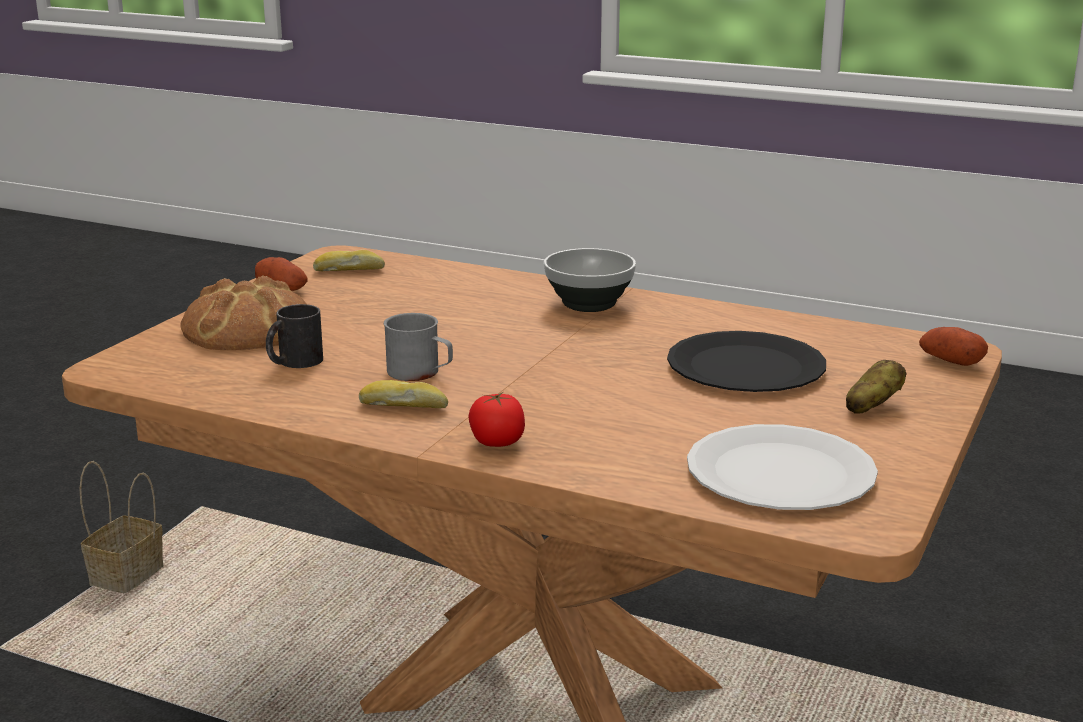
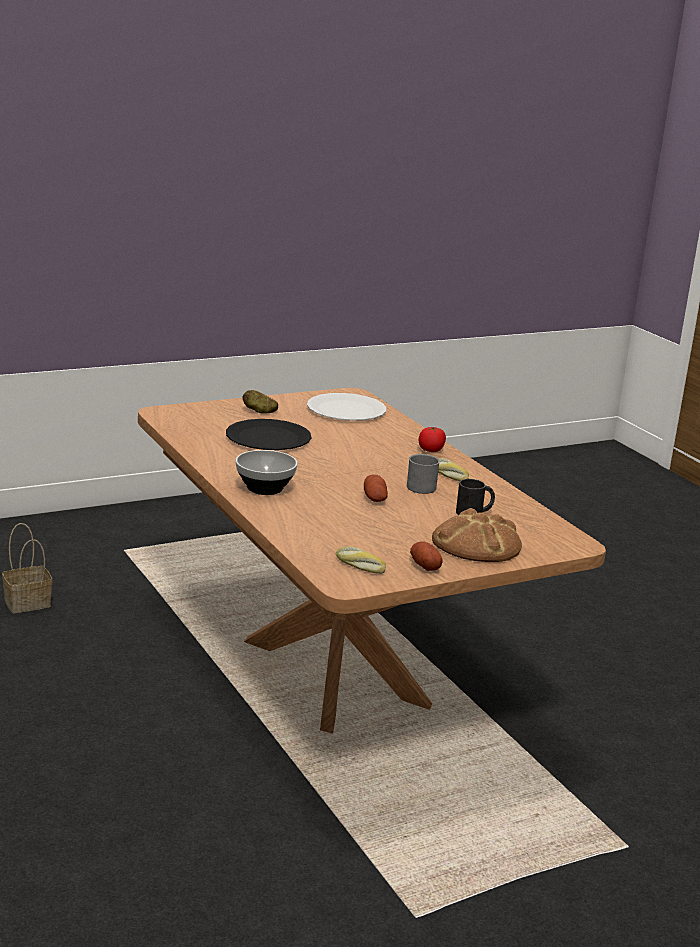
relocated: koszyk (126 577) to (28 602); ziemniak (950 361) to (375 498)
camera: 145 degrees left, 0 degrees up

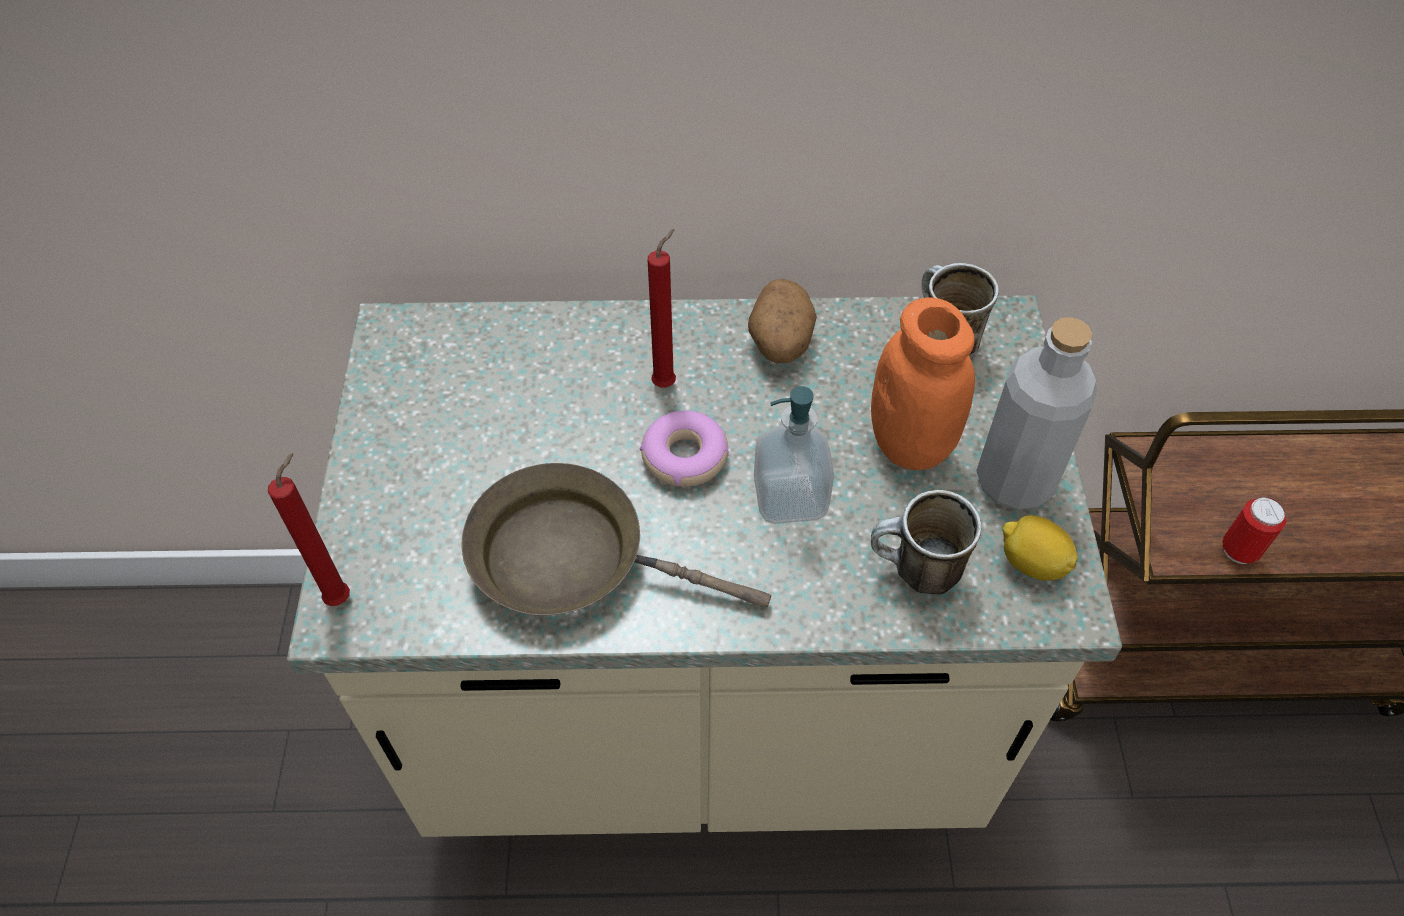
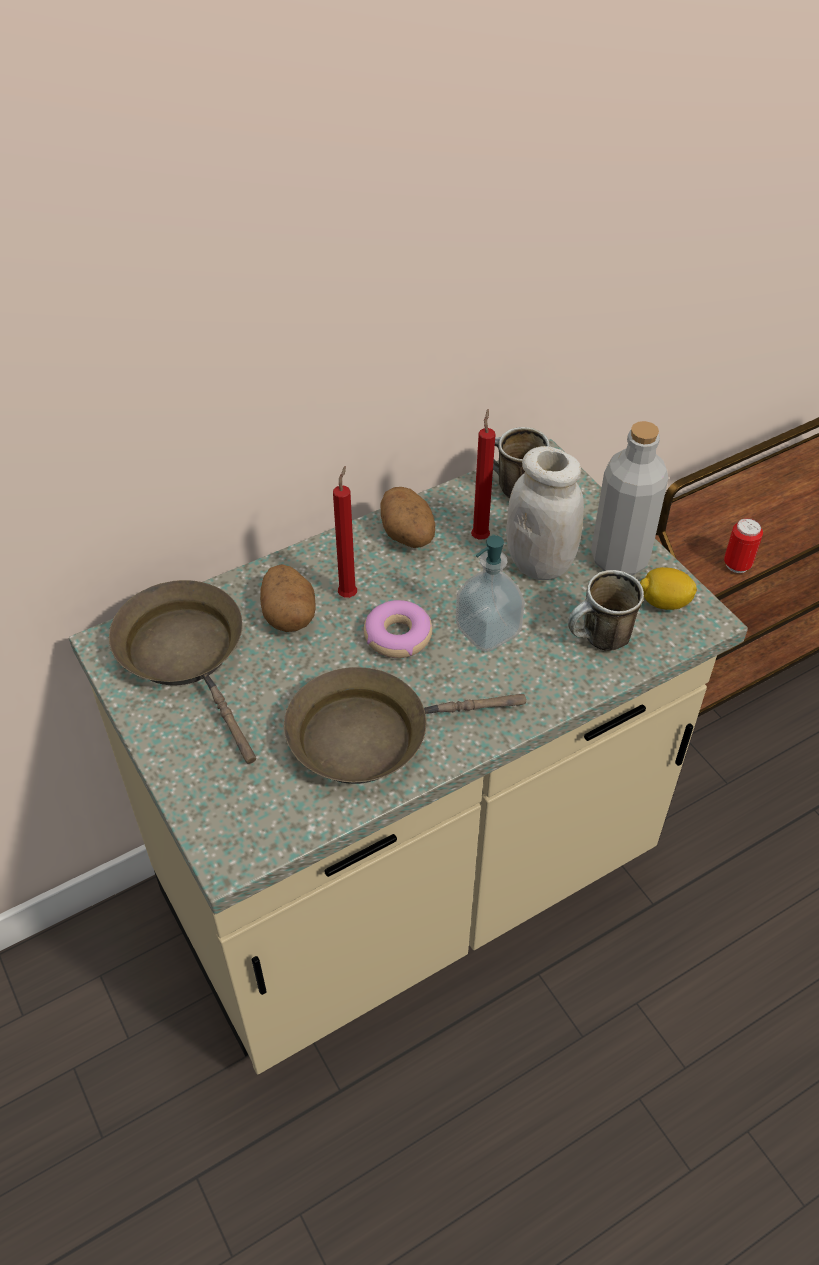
appeared: patelnia/brązowy (187 656); ziemniak (289 615)
relocated: świeca/czerwony (342 596) to (480 536)
colour: słoik/pomarańczowy (910 444) to słoik/biały (539 563)
camera: 30 degrees left, 5 degrees down

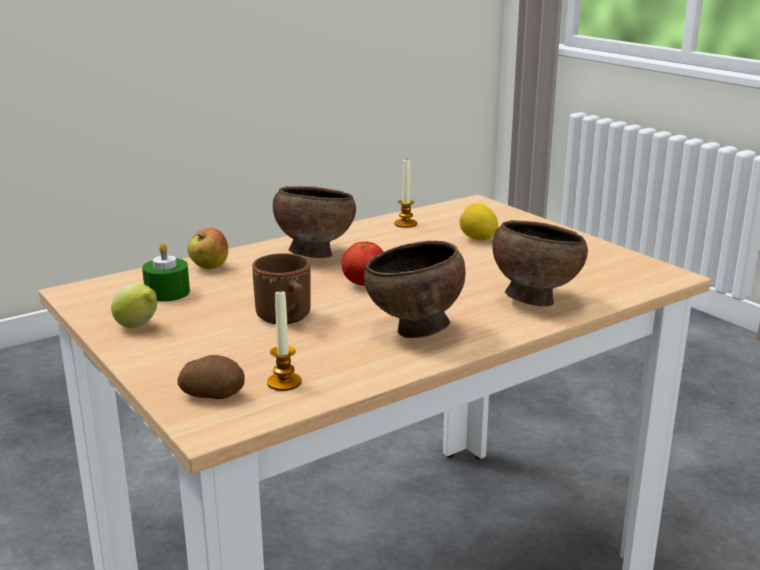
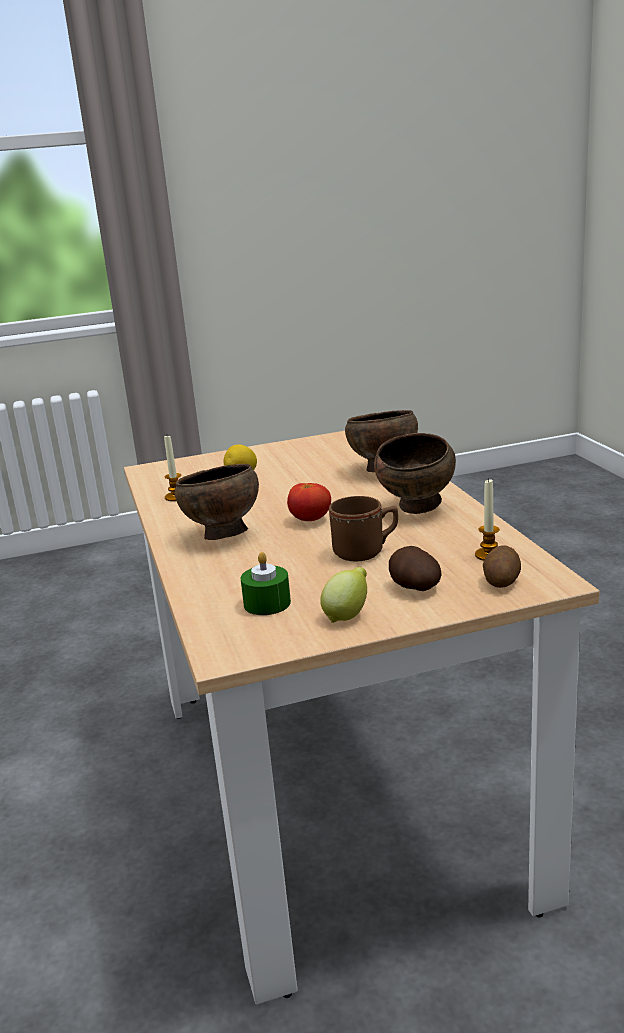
missing: jabłko (209 267)
appeared: ziemniak (413 587)
camera: 70 degrees left, 0 degrees up

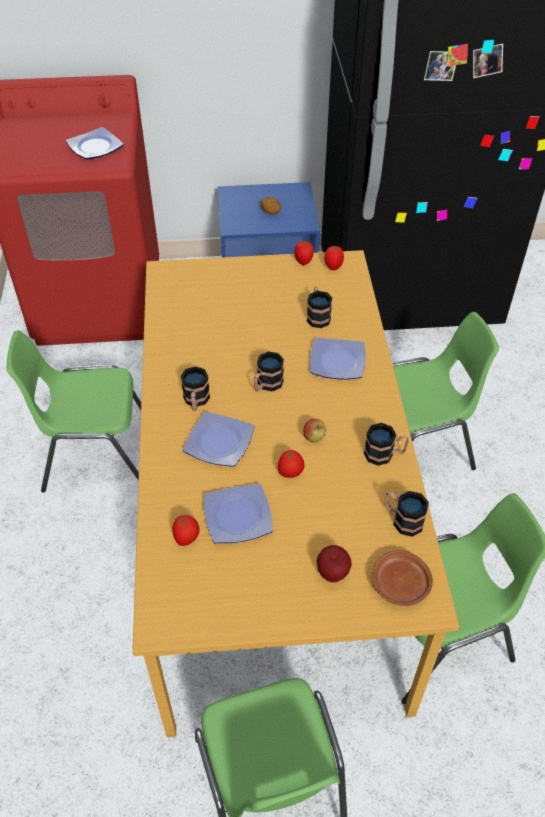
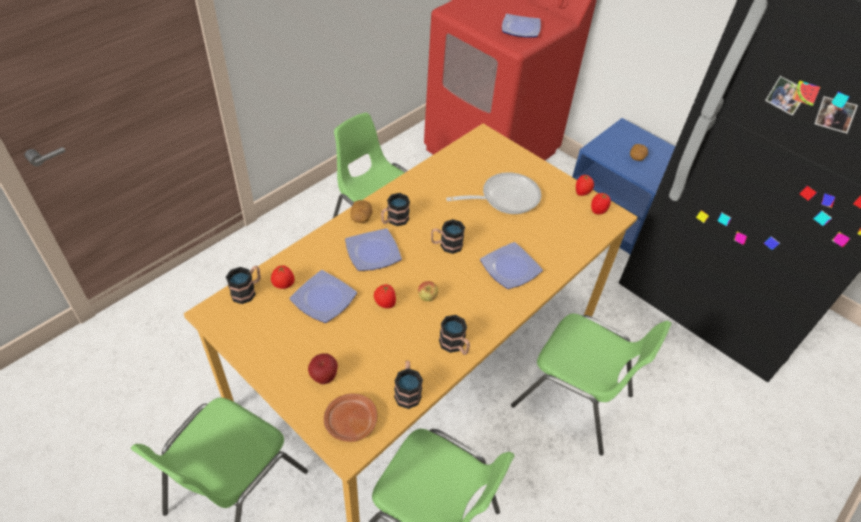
appeared: ziemniak (361 217); patelnia (504 198)
relocated: kubek (317 316) to (247 291)
camera: 45 degrees right, 0 degrees up

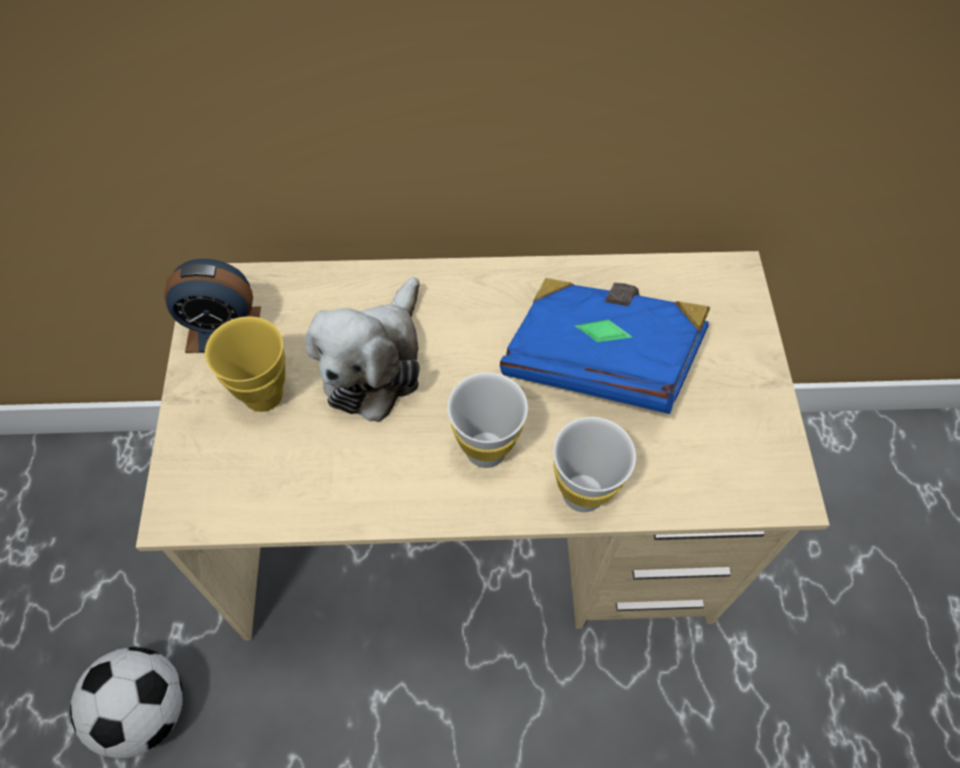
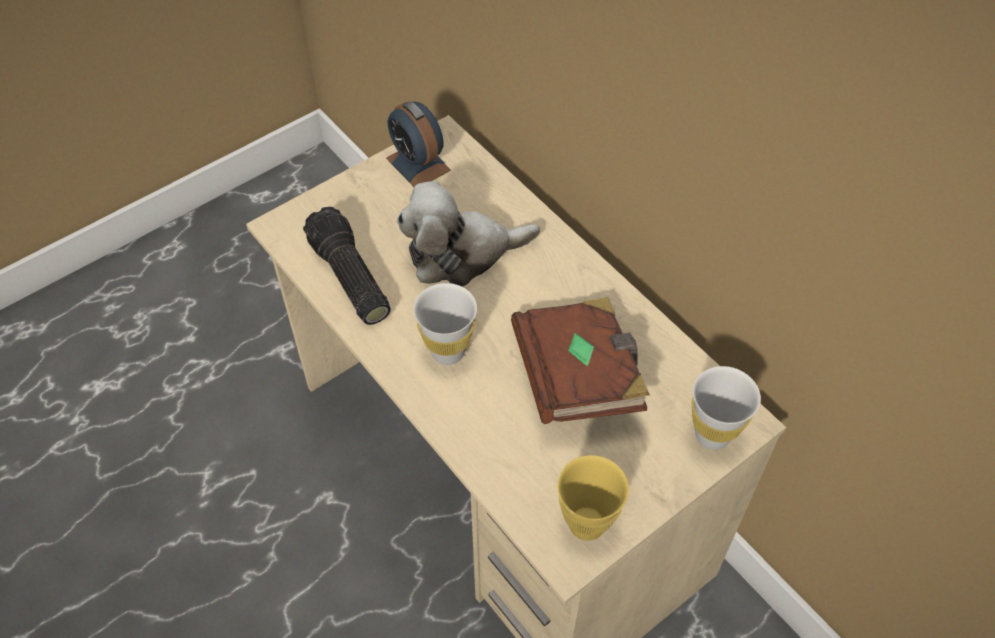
missing: piłka futbolowa (145 710)
appeared: latarka (348 278)
relocated: filiżanka/żółty (263 395) to (586 524); filiżanka/biały (582 493) to (712 435)
colour: książka/niebieski (599 361) to książka/brązowy (578 376)
camera: 55 degrees right, 5 degrees down

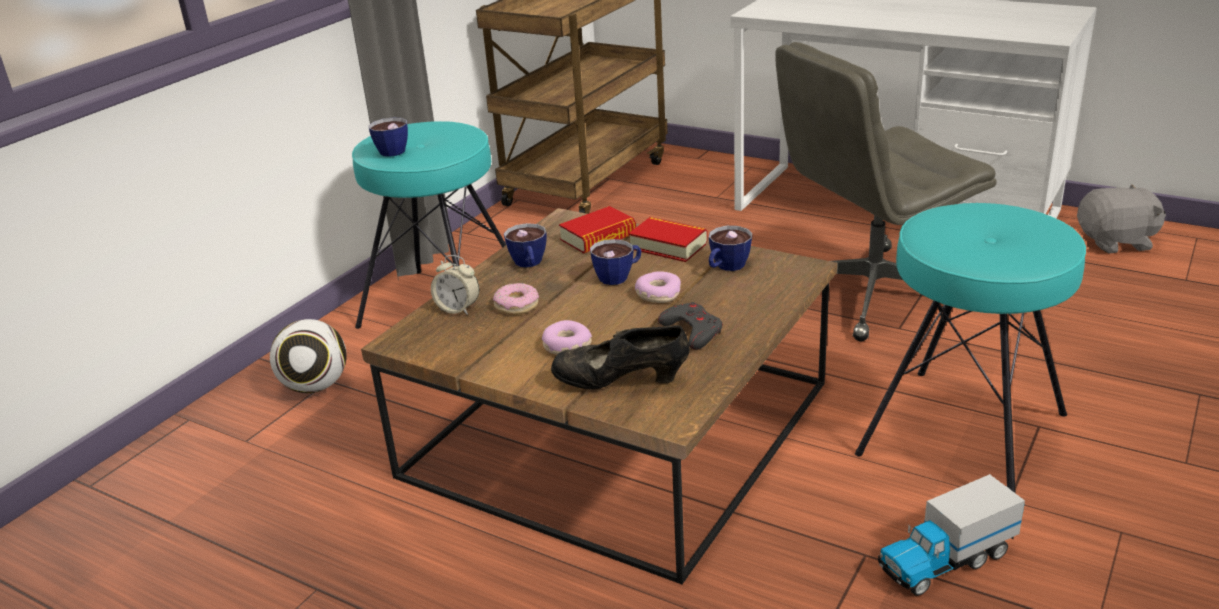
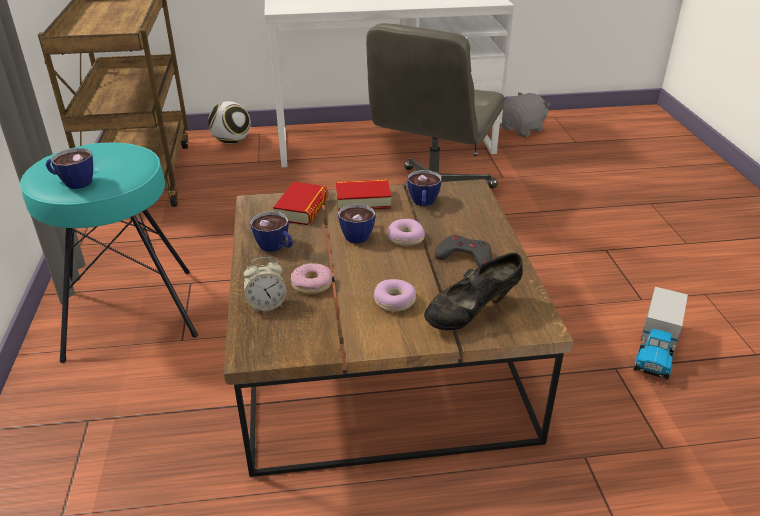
missing: stołek/turkusowy (964 434)
relocated: piłka futbolowa (316 386) to (232 141)
camera: 40 degrees left, 5 degrees up

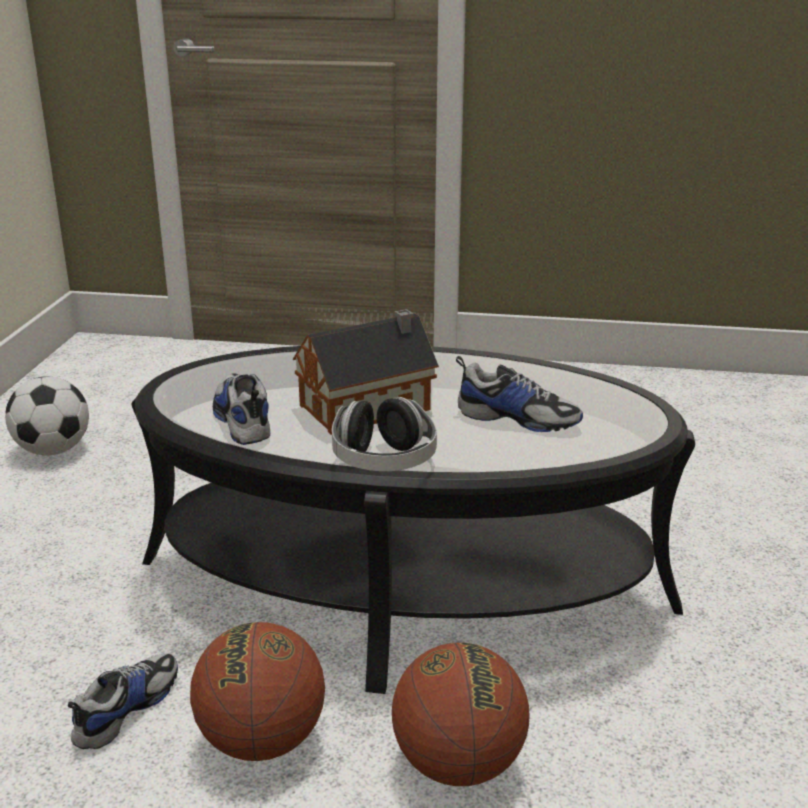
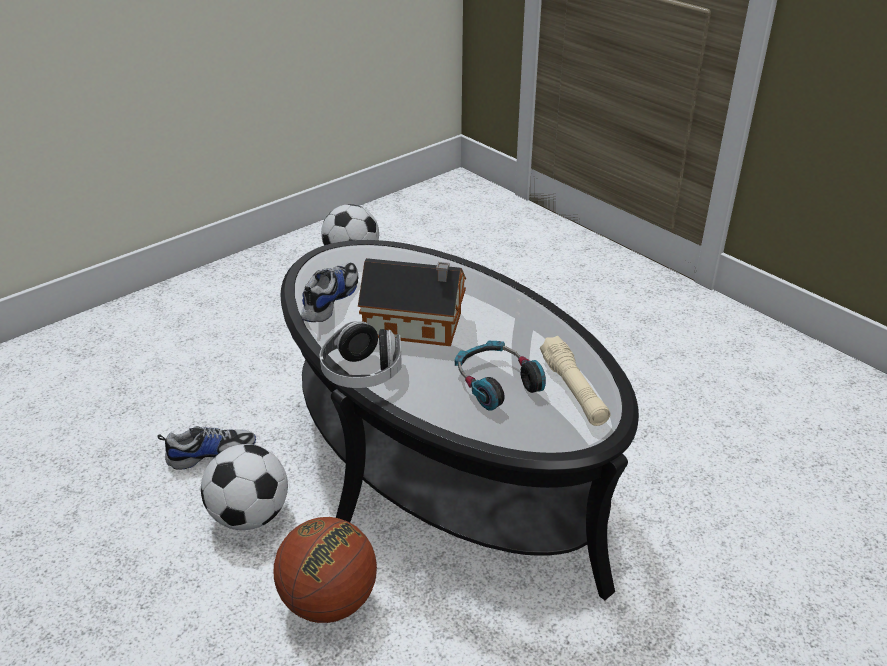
appeared: latarka/beżowy (573 390)
exchanged: piłka do koszykówki (262 740) to piłka futbolowa (250 516); but (517 419) to słuchawki (496 382)
camera: 40 degrees right, 10 degrees up

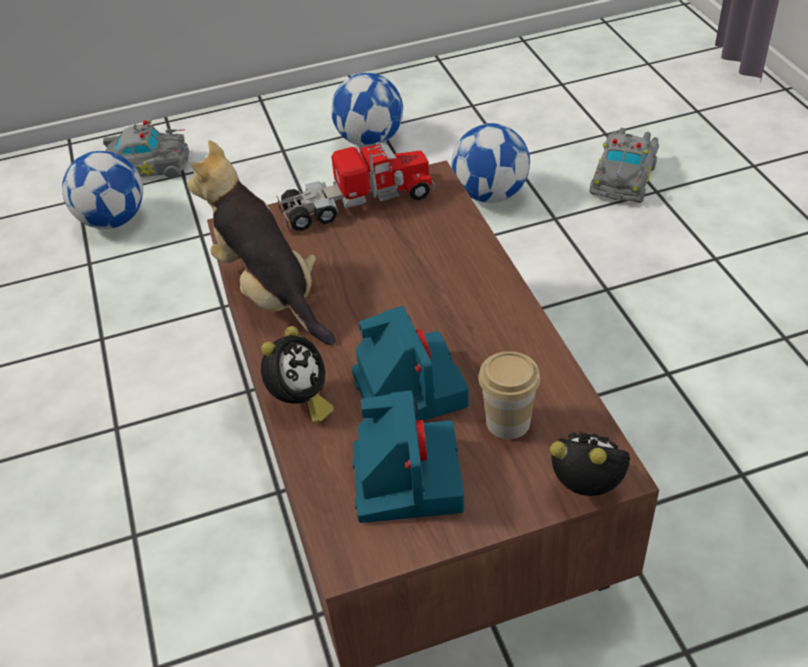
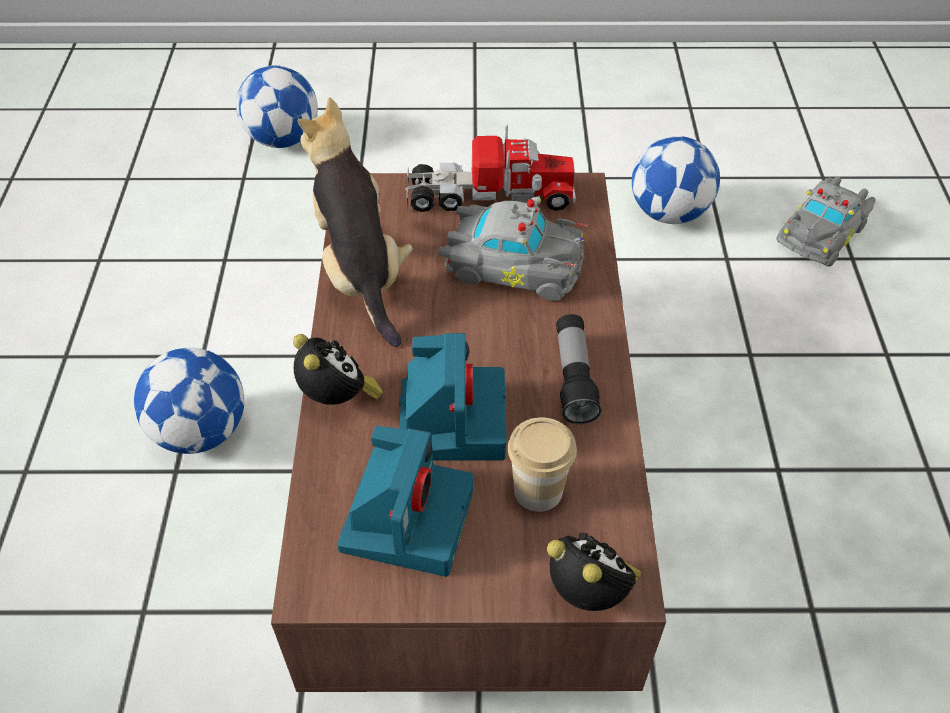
appeared: latarka (574 378)
relocated: samochodzik/szary (146 166) to (511 263); piłka futbolowa (370 140) to (201 431)
spun: budzik (300 401) = (338 399) 75 degrees counterclockwise
camera: 15 degrees right, 5 degrees up

